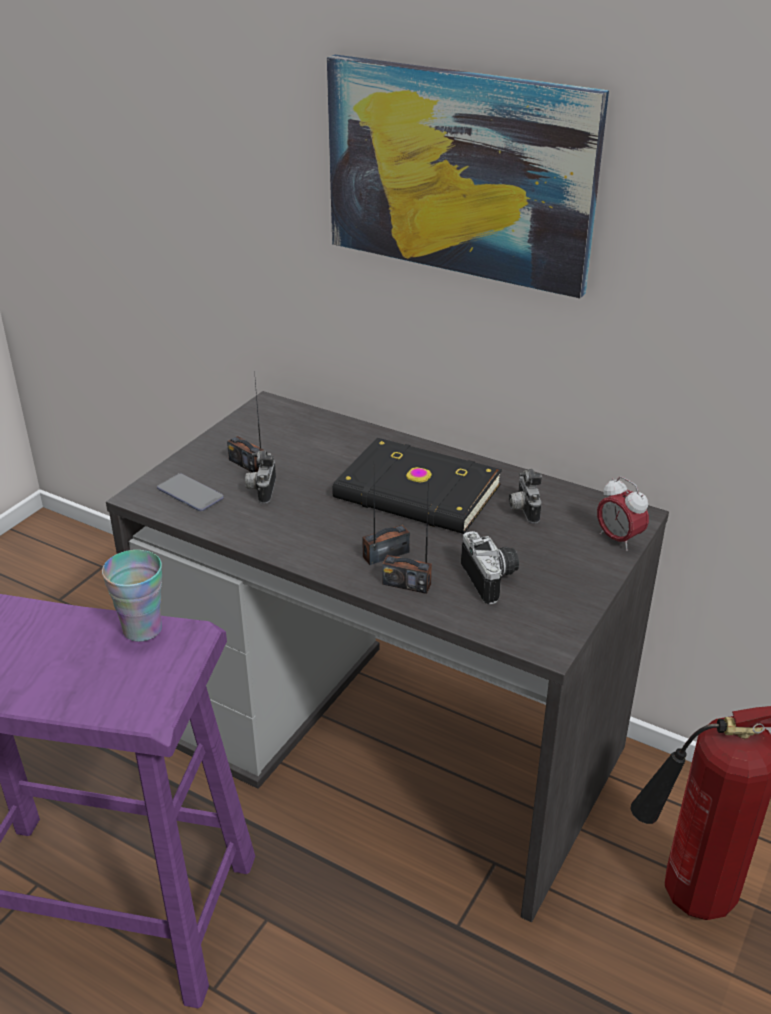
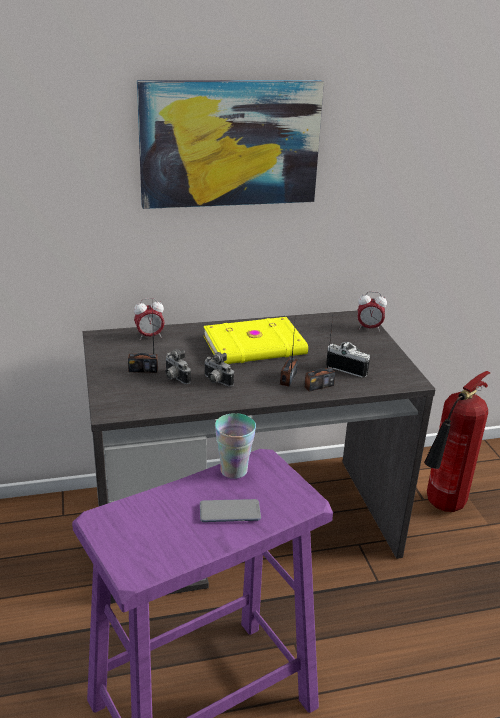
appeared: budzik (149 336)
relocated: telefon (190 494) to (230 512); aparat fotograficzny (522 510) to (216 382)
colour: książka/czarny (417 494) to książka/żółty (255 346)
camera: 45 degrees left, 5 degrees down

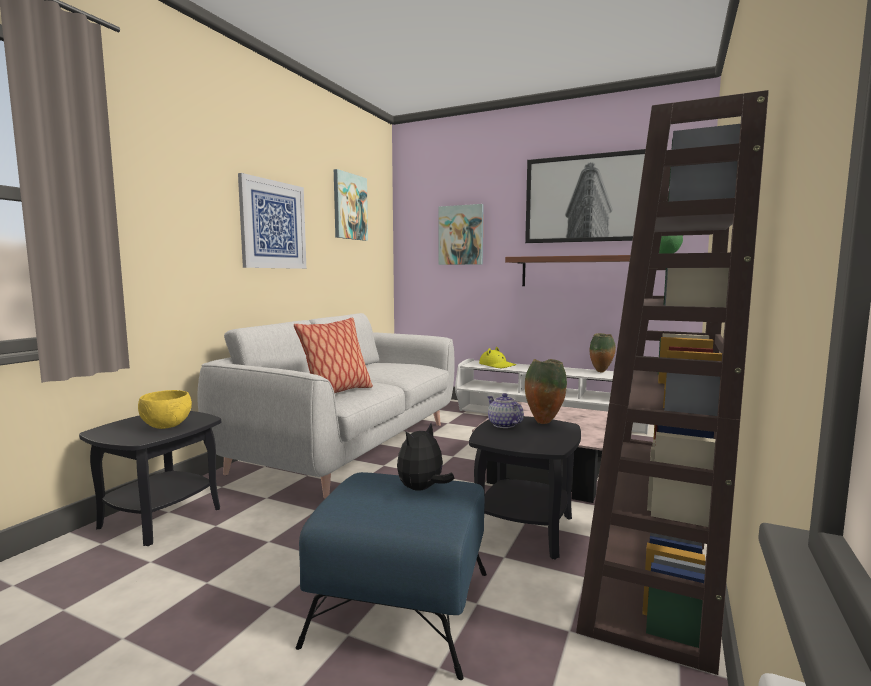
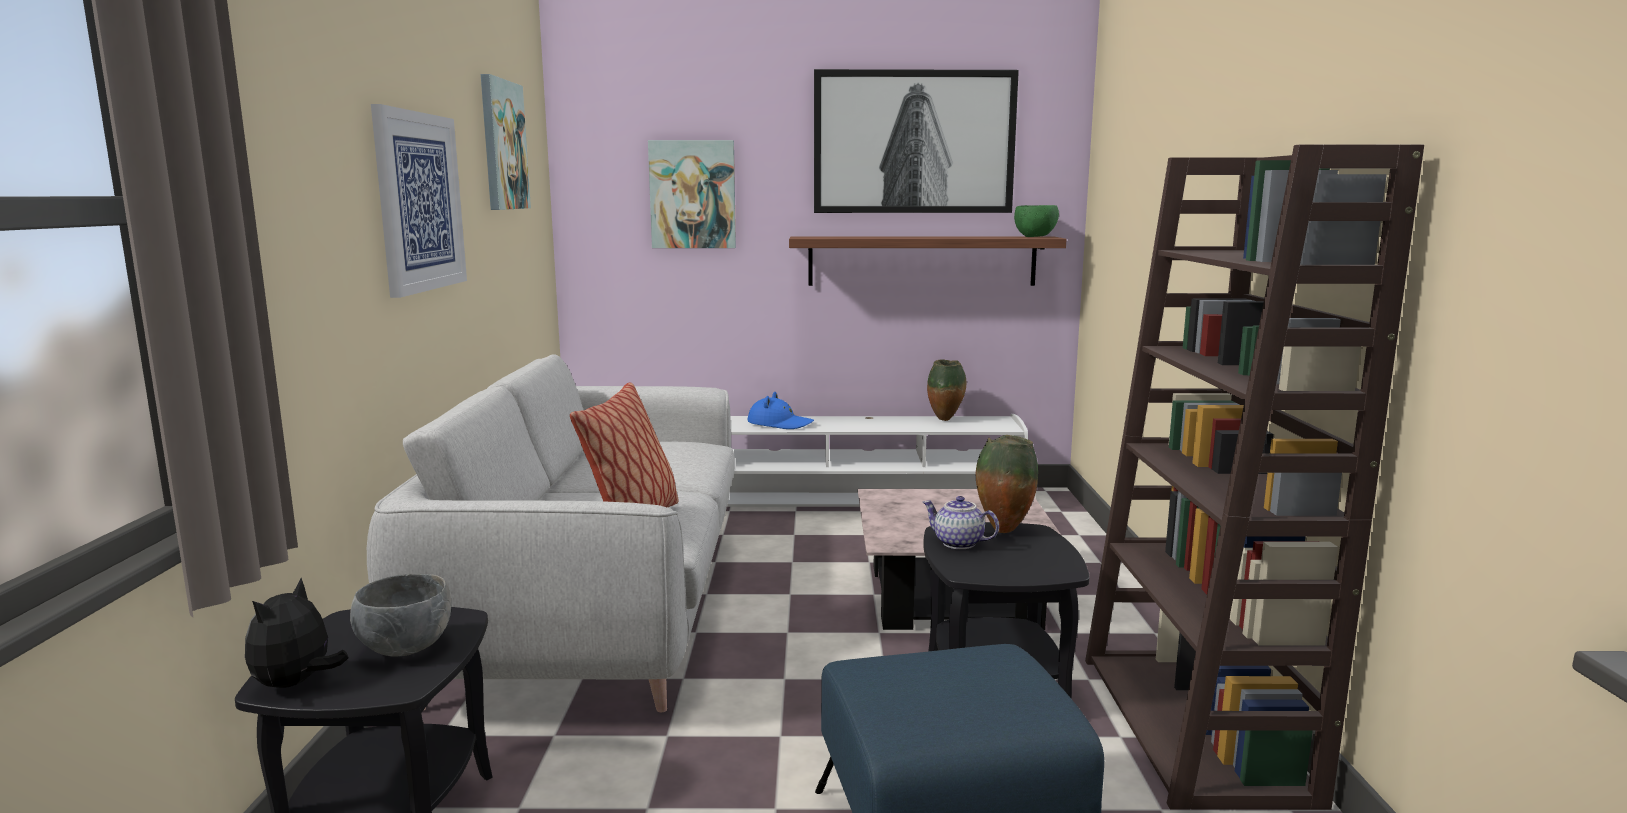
relocated: pluszak (422 489) to (296 683)
colour: miska/żółty (166 426) to miska/szary (405 648); kapelusz/żółty (497 365) to kapelusz/niebieski (779 424)
camera: 25 degrees left, 5 degrees up

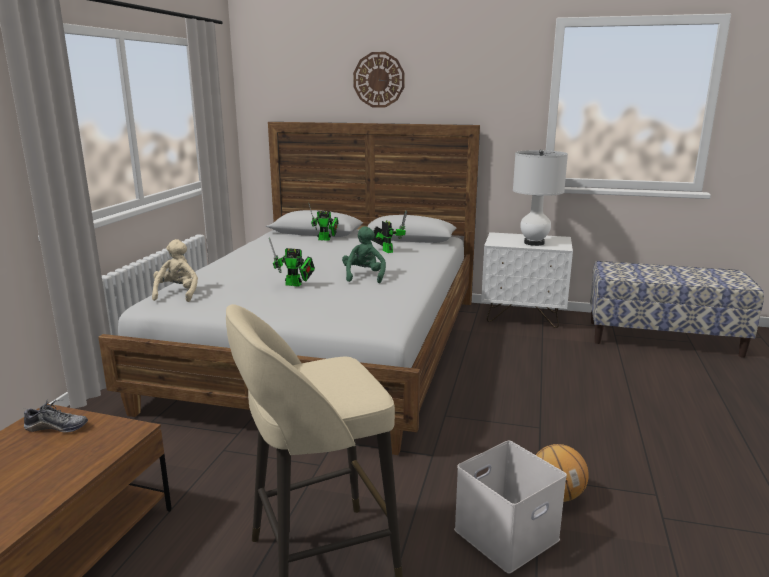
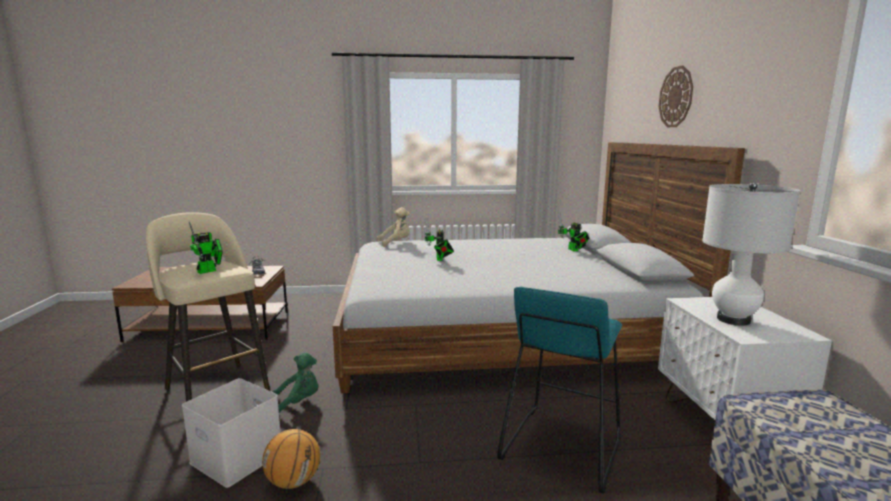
appeared: stołek/turkusowy (560 447)
relocated: pluszak/zielony (364 276) to (298 402); robot zabawkowy (386 250) to (209 271)
camera: 70 degrees right, 5 degrees down

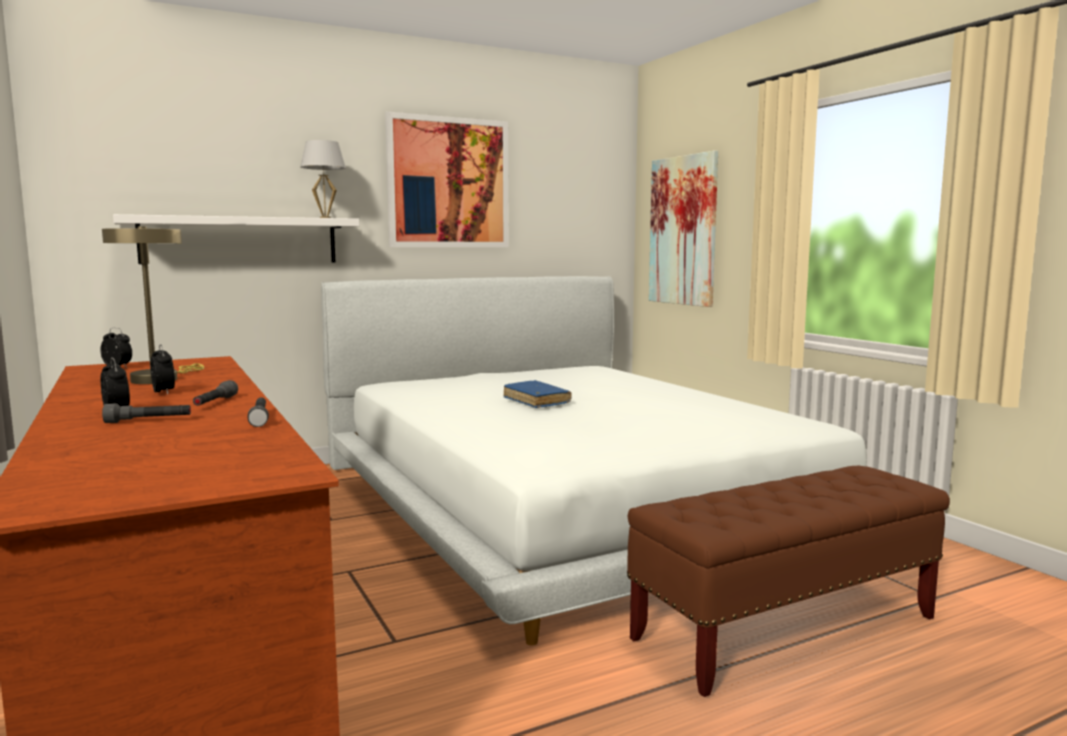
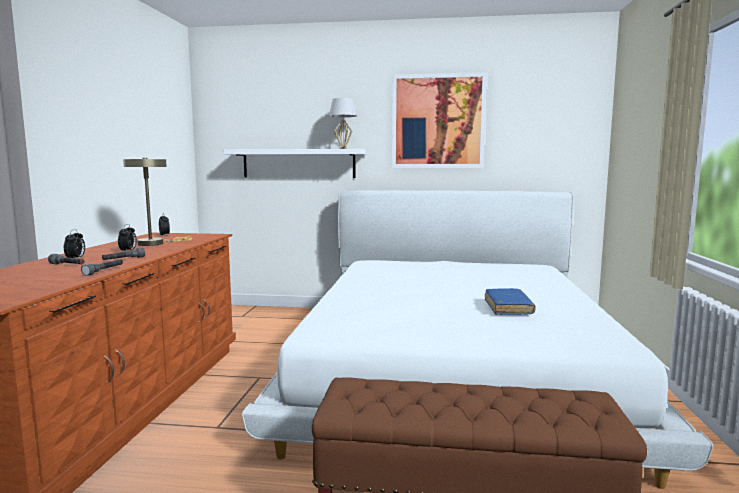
missing: obraz (683 231)
relocated: książka/niebieski (536 401) to (508 308)
camera: 35 degrees right, 0 degrees up

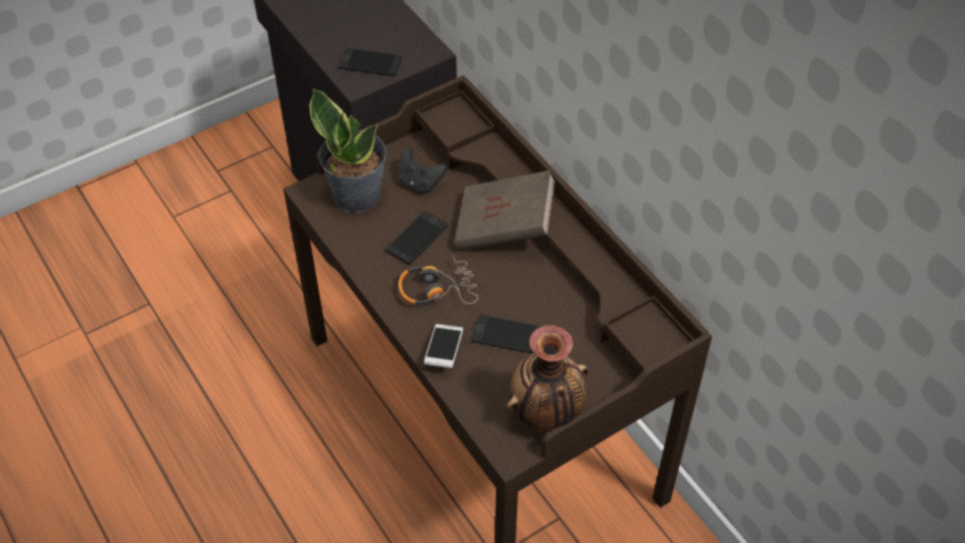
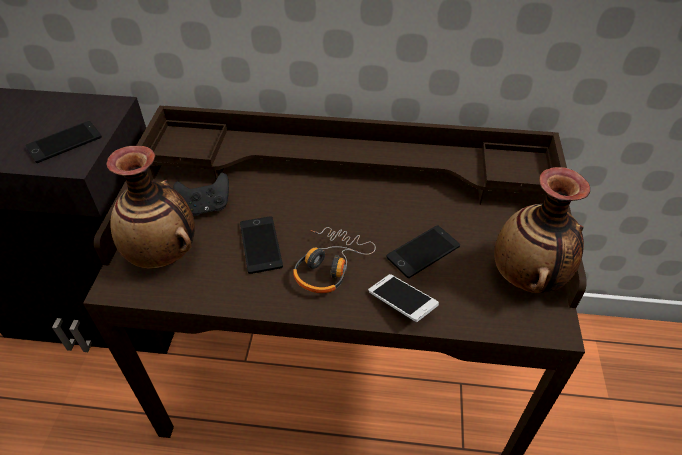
missing: książka/brązowy (504 228)
exchanged: roślina doniczkowa (357 194) to wazon (164 254)
camera: 50 degrees left, 5 degrees down

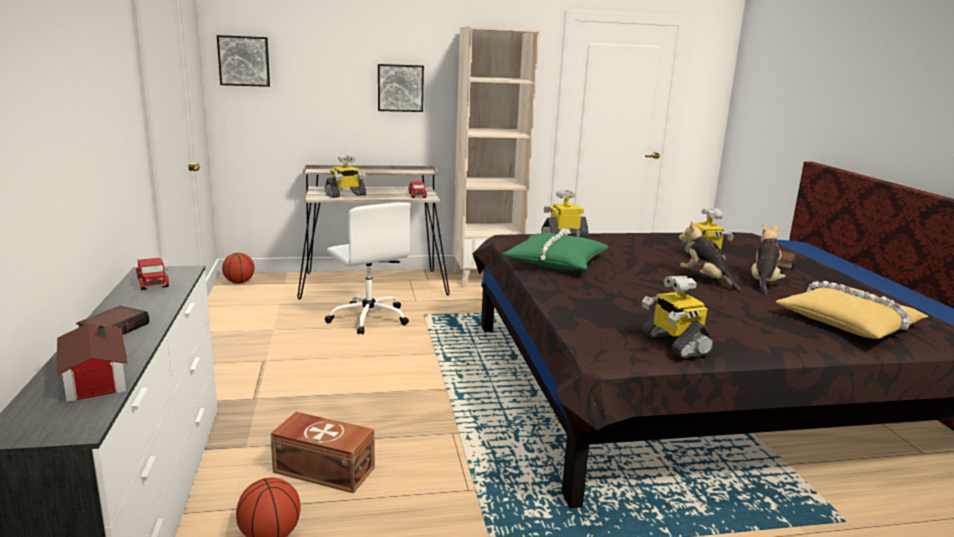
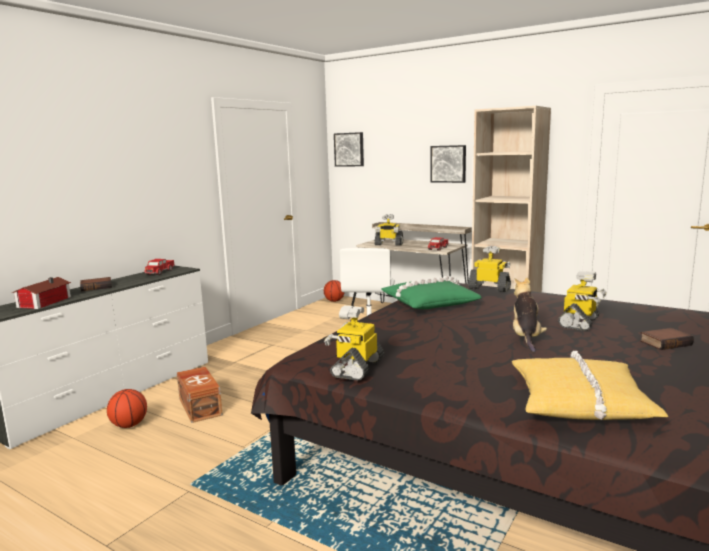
missing: pluszak (763 283)
camera: 45 degrees right, 5 degrees down

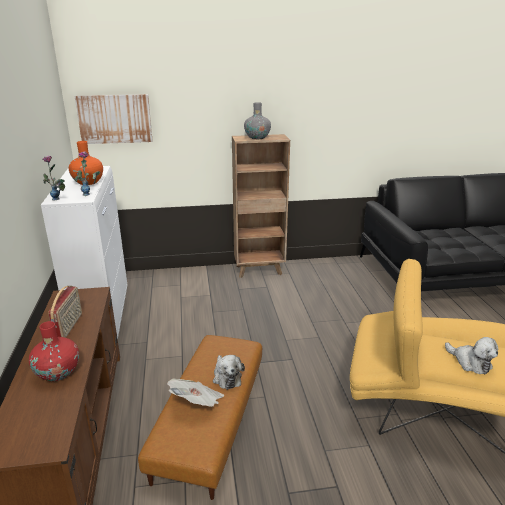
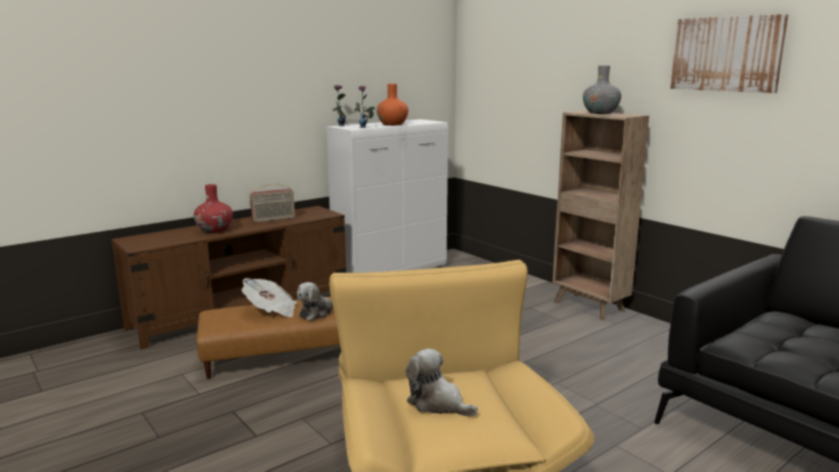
relocated: obraz (115 119) to (726 54)
spun: pluszak (470 362) = (437 403) 105 degrees clockwise
camera: 60 degrees right, 10 degrees down

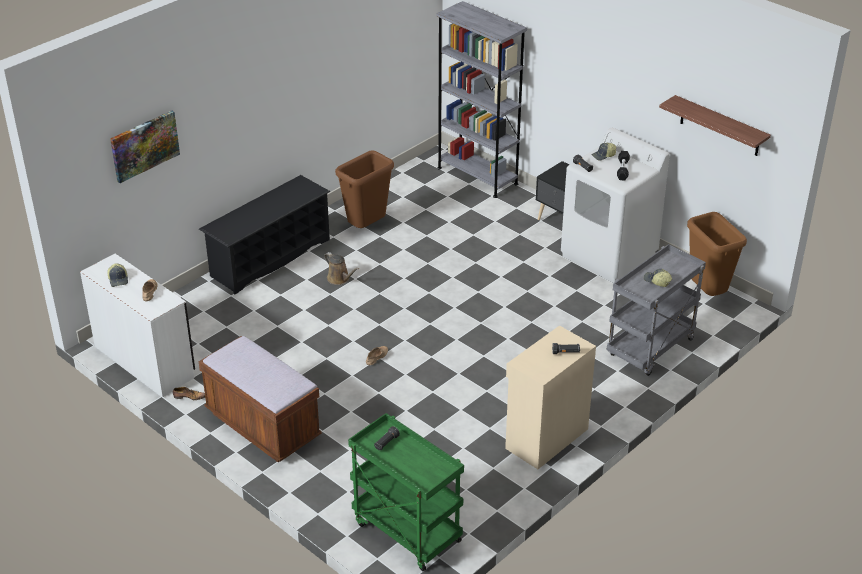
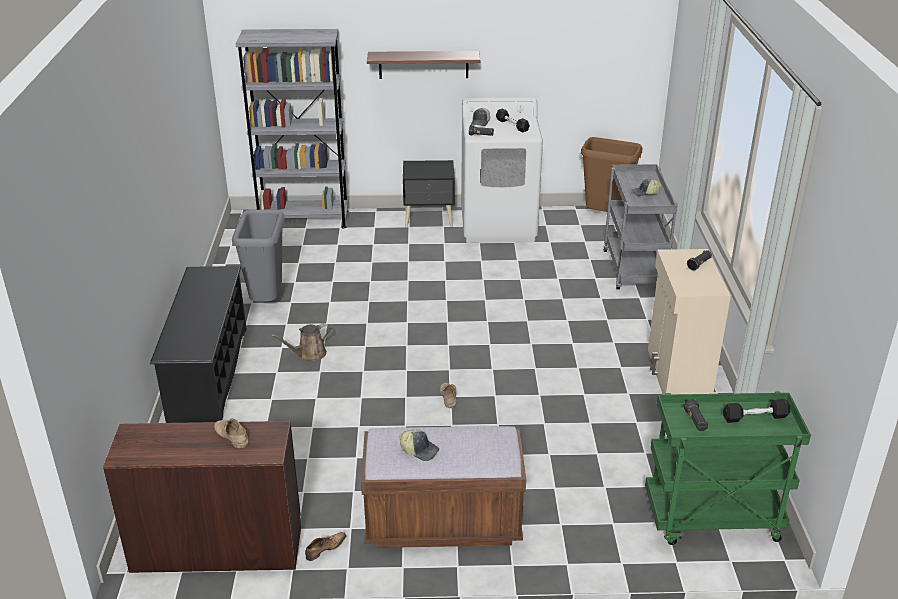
missing: obraz (144 145)
appeared: hantel/czarny (755 417)
relocated: czapka z daszkiem (118 279) to (419 450); półka (720 126) to (423 64)
colour: biurko/biały (145 360) to biurko/brązowy (217 547); kosz na śmieci/brązowy (367 228) to kosz na śmieci/szary (268 302)
spun: konewka/brązowy (340 279) = (309 354) 150 degrees clockwise
camera: 45 degrees left, 5 degrees down

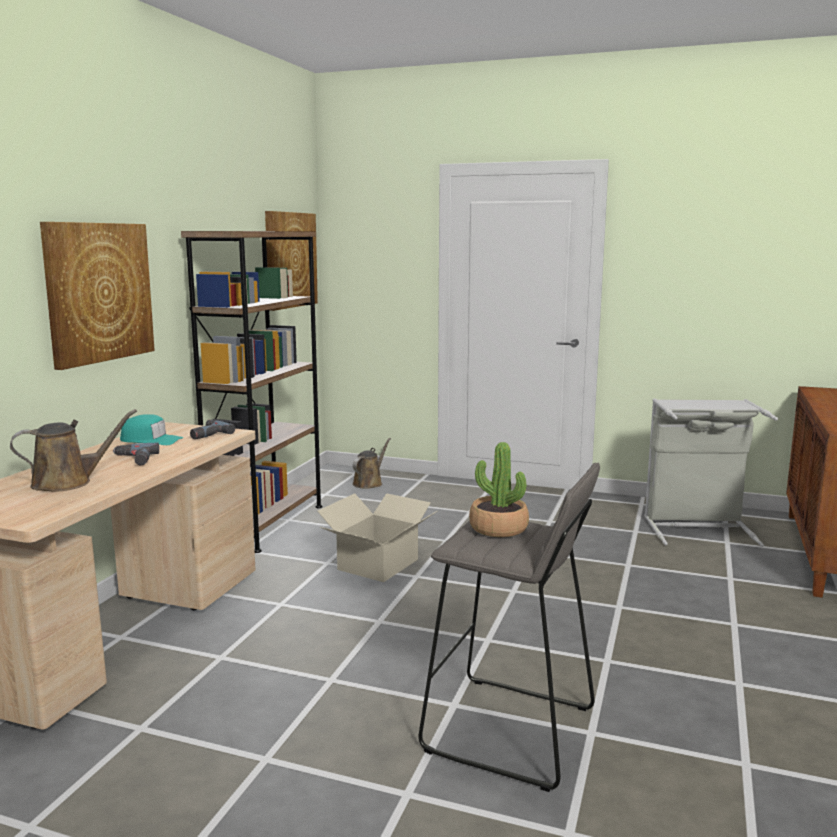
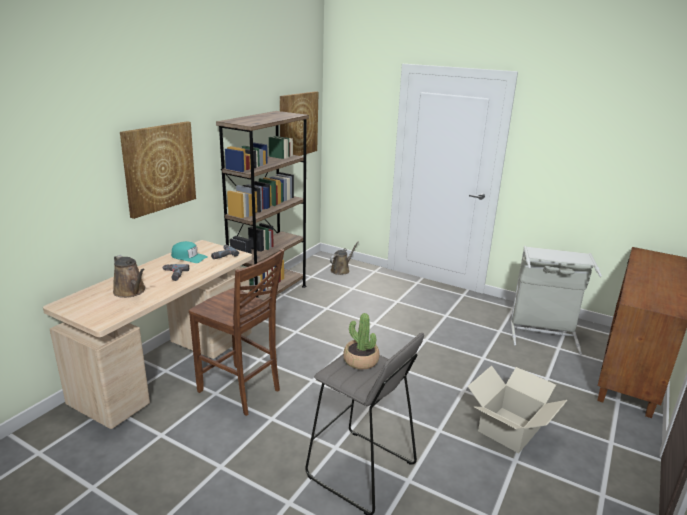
appeared: krzesło/brązowy (240 391)
relocated: karton (379 564) to (510 429)
spun: konewka/brązowy (68 482) = (131 291) 60 degrees clockwise
camera: 10 degrees right, 10 degrees up

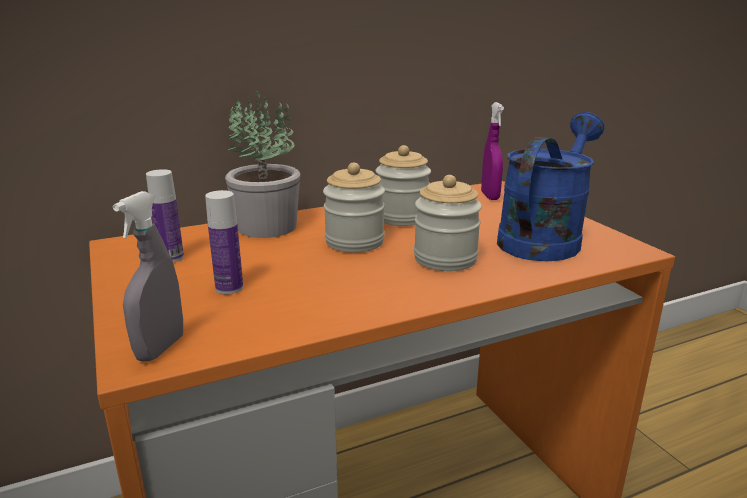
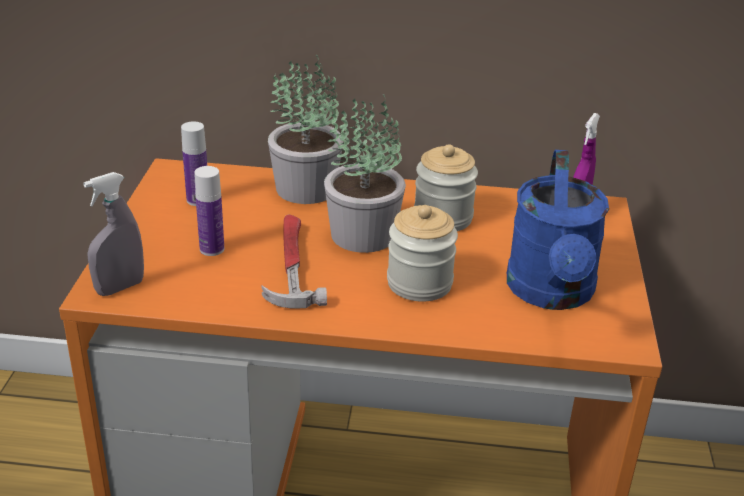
appeared: młotek (291 265)
exchanged: słoik (354 242) to roślina doniczkowa (362 234)
spun: konewka/niebieski (544 238) = (552 294) 120 degrees clockwise
camera: 30 degrees right, 10 degrees up

